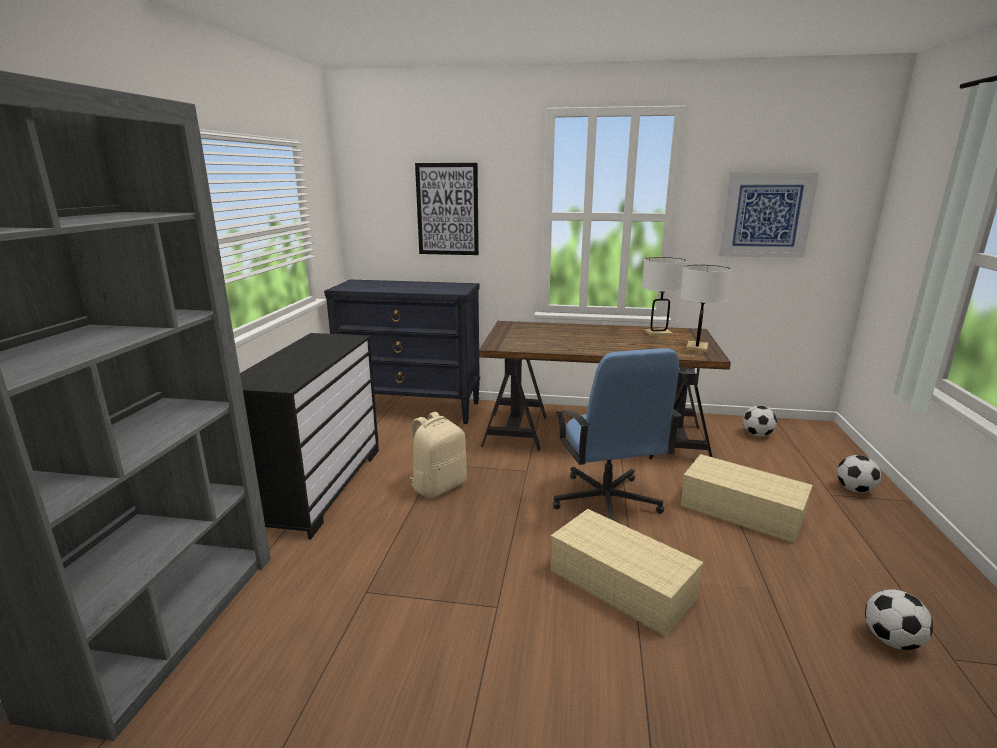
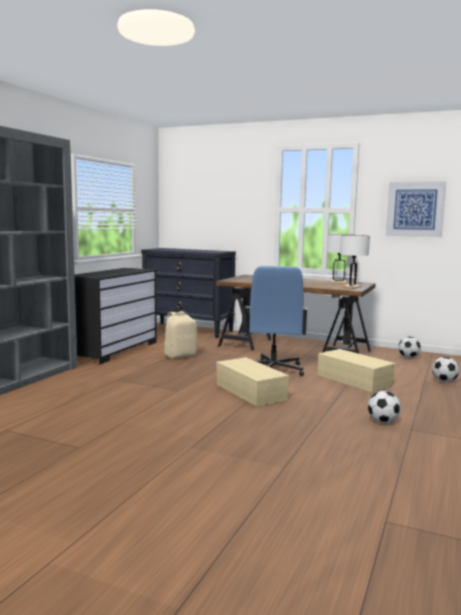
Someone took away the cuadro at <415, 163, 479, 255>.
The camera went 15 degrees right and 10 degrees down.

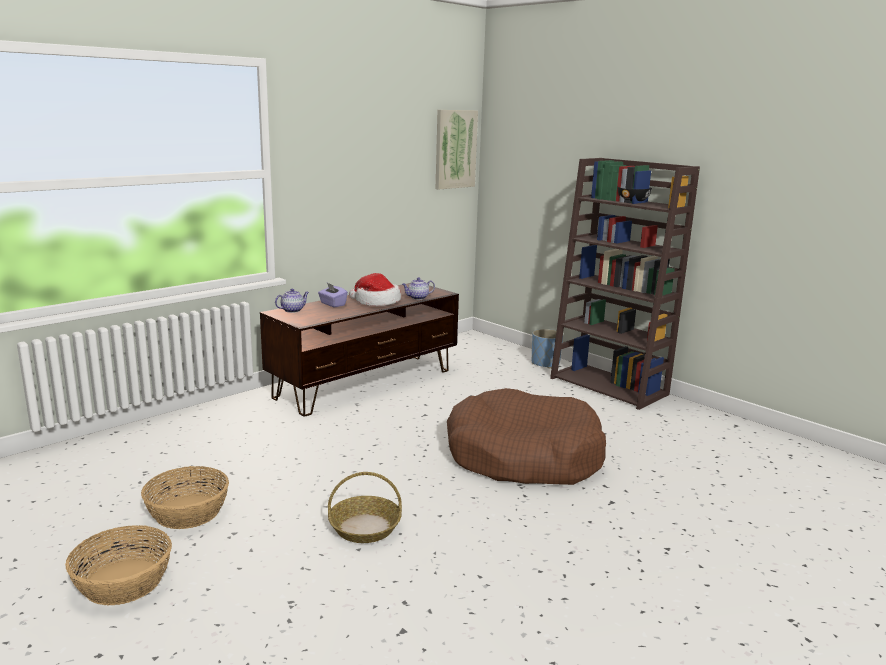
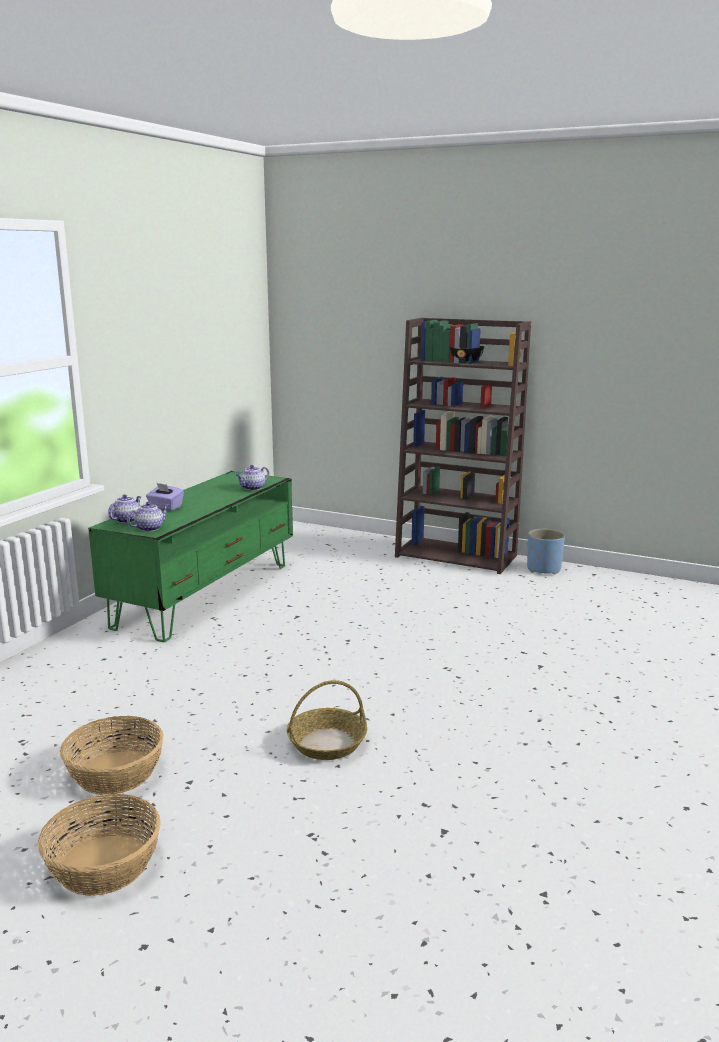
Someone repainted the mueble de televisión/marrón at <260, 283, 459, 417>, which became the mueble de televisión/verde at <88, 471, 293, 642>.
Someone put down the tetera at <127, 502, 169, 532>.
Someone carried the maceta/azul from <532, 329, 563, 369> to <527, 529, 565, 575>.
Someone took away the sombrero at <349, 273, 401, 306>.
Someone took away the cuadro at <436, 110, 478, 190>.
Someone took away the cama para perro/marrón at <447, 388, 606, 485>.
The camera went 20 degrees left and 0 degrees up.

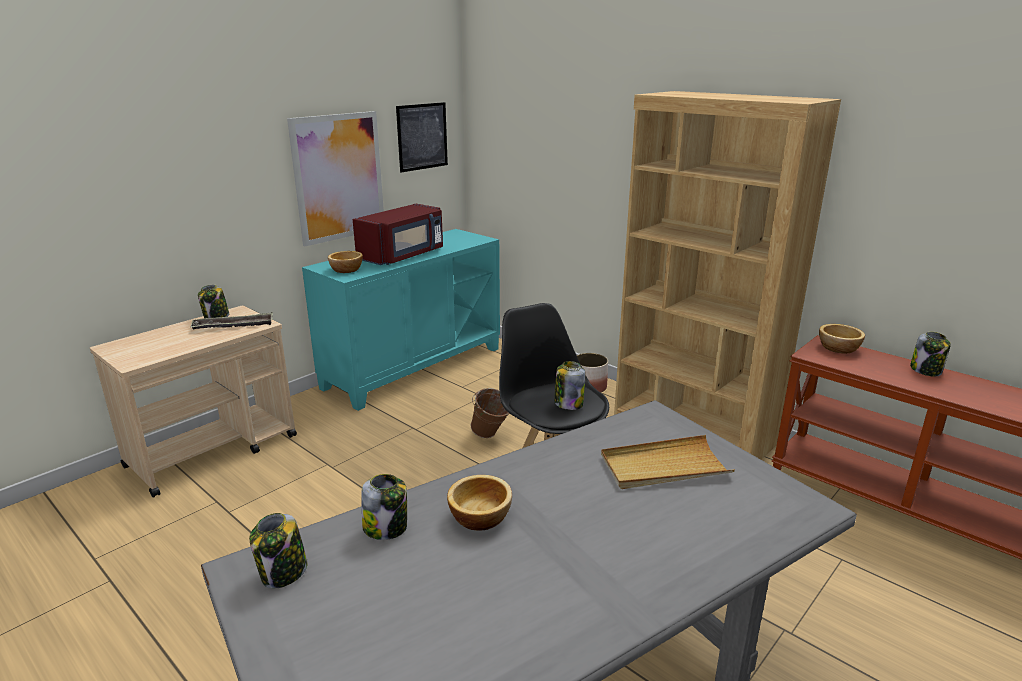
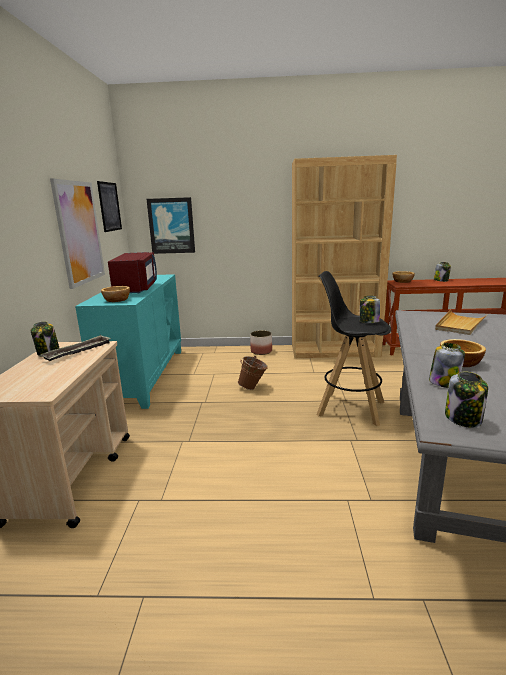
Someone put up the cuadro at <147, 197, 195, 254>.
The camera went 40 degrees left and 5 degrees down.

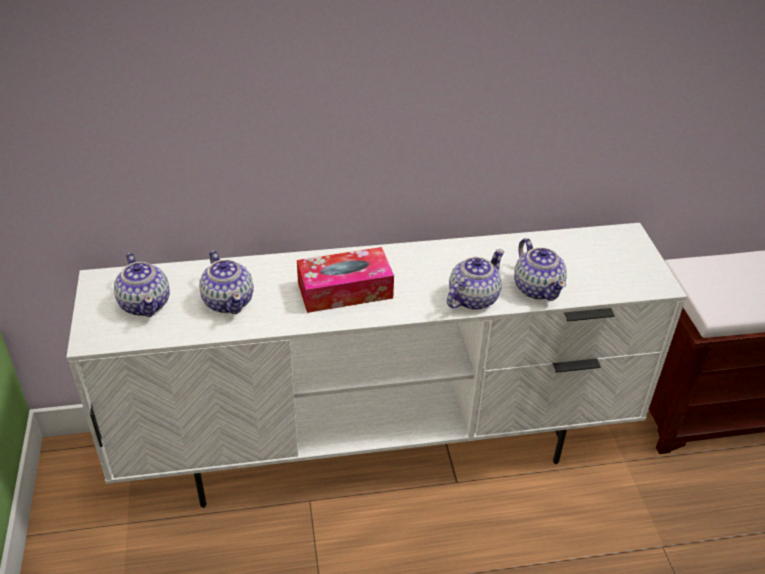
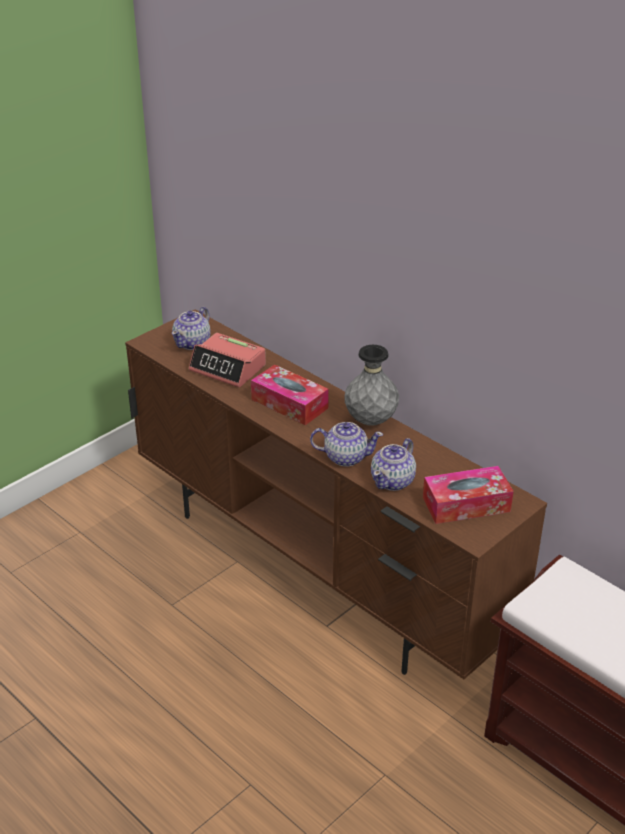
Someone repainted the mueble de televisión/blanco at <67, 223, 687, 508>, which became the mueble de televisión/marrón at <125, 309, 547, 679>.
Someone swapped the tetera at <199, 251, 254, 314> for the despertador at <189, 333, 266, 387>.
Someone put down the florero/gris at <344, 345, 399, 426>.
Someone put down the caja de pañuelos at <423, 466, 514, 524>.
The camera went 55 degrees right and 5 degrees down.

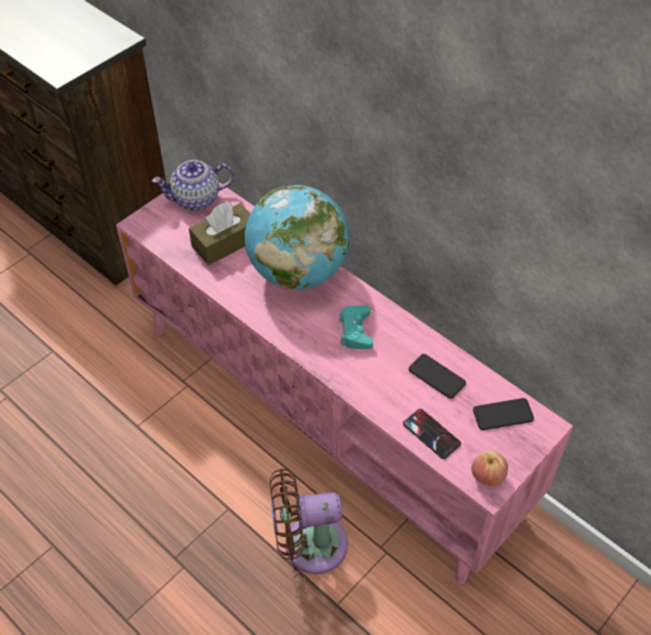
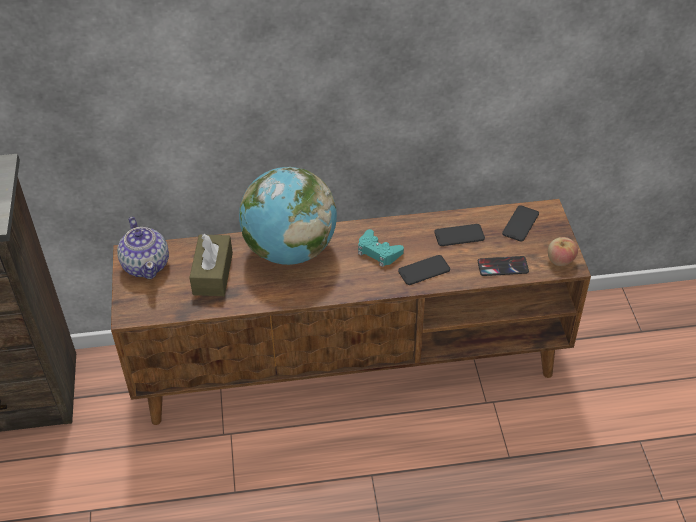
Someone repainted the mueble de televisión/rosa at <116, 182, 574, 584>, which became the mueble de televisión/marrón at <111, 199, 591, 425>.
Someone rotated the tetera at <152, 160, 234, 211> by 45 degrees counterclockwise.
Someone put down the móvil at <398, 255, 450, 285>.
Someone took away the ventilador/marrón at <270, 469, 348, 574>.
The camera went 50 degrees left and 5 degrees down.

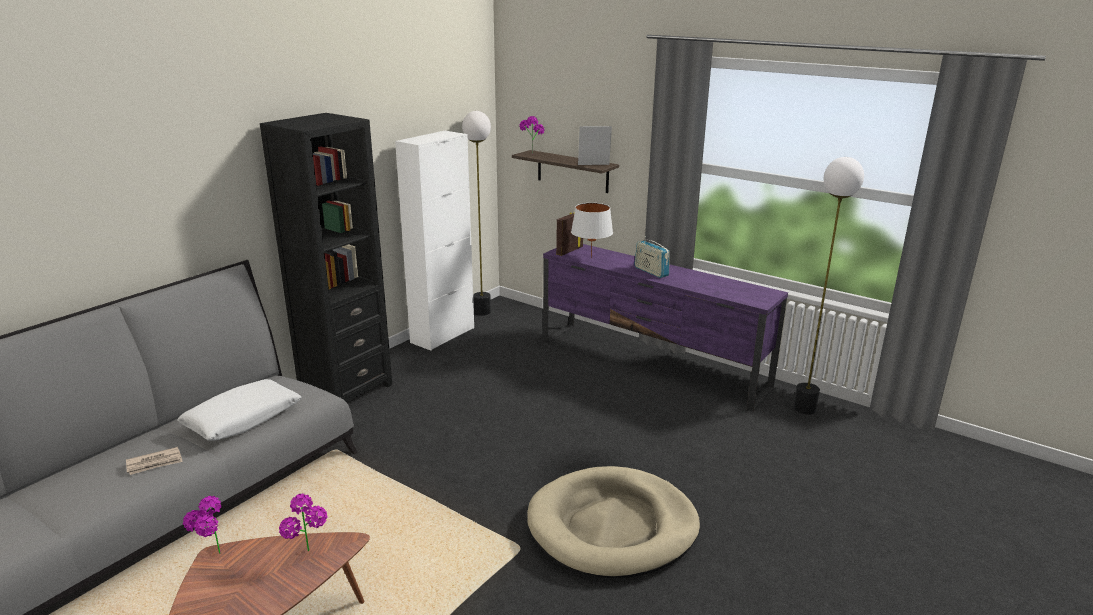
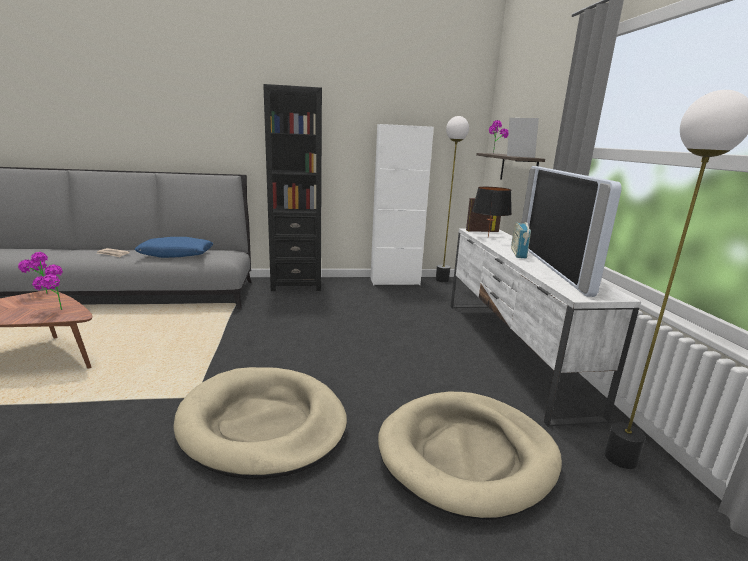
Someone repainted the cojín/blanco at <178, 379, 302, 441>, which became the cojín/azul at <134, 237, 213, 258>.
Someone put down the cama para perro/beis at <378, 392, 562, 520>.
Someone repainted the mueble de televisión/morado at <543, 244, 788, 411>, which became the mueble de televisión/blanco at <451, 228, 641, 427>.
Someone repainted the lámpara de mesa/blanco at <571, 203, 613, 258>, which became the lámpara de mesa/negro at <472, 187, 512, 237>.
Someone put down the televisor at <522, 166, 622, 297>.
The camera went 45 degrees right and 5 degrees down.

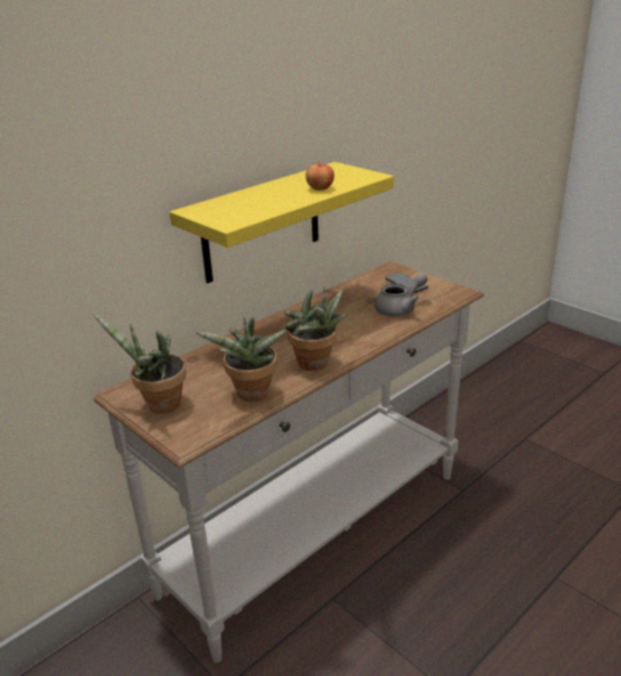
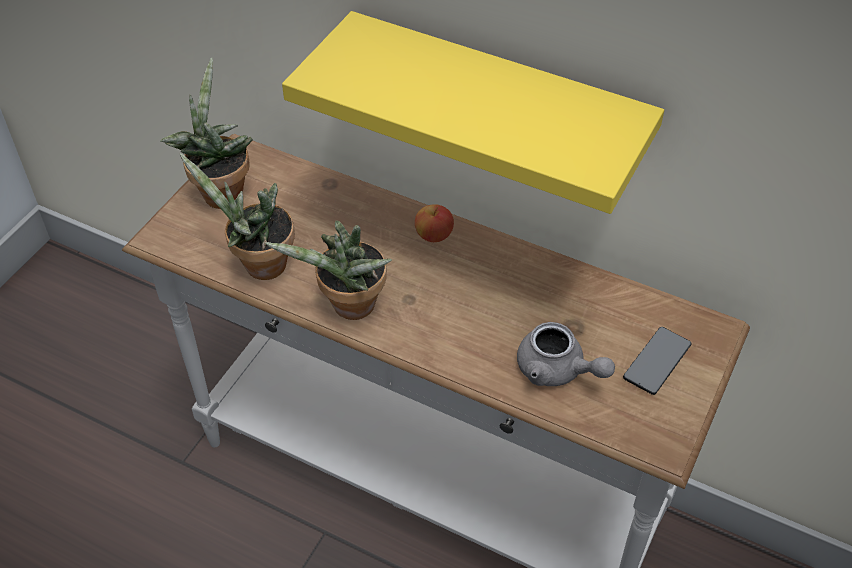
Someone carried the manzana from <306, 160, 334, 190> to <415, 204, 454, 242>.
The camera went 70 degrees right and 20 degrees up.

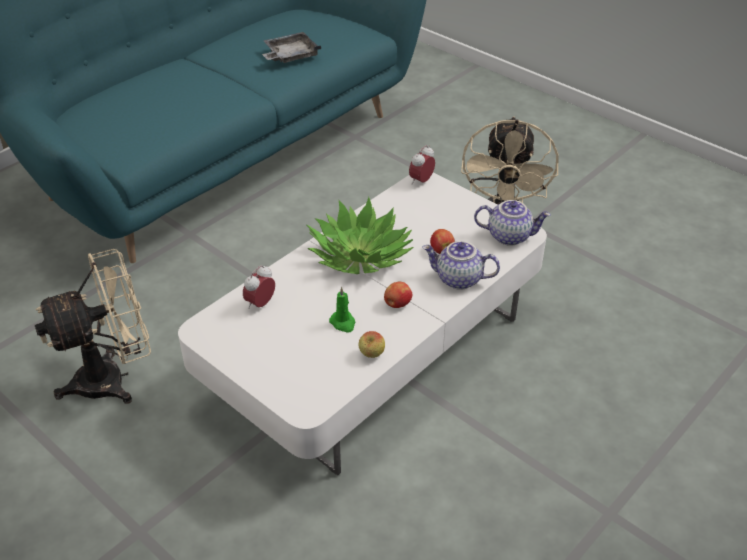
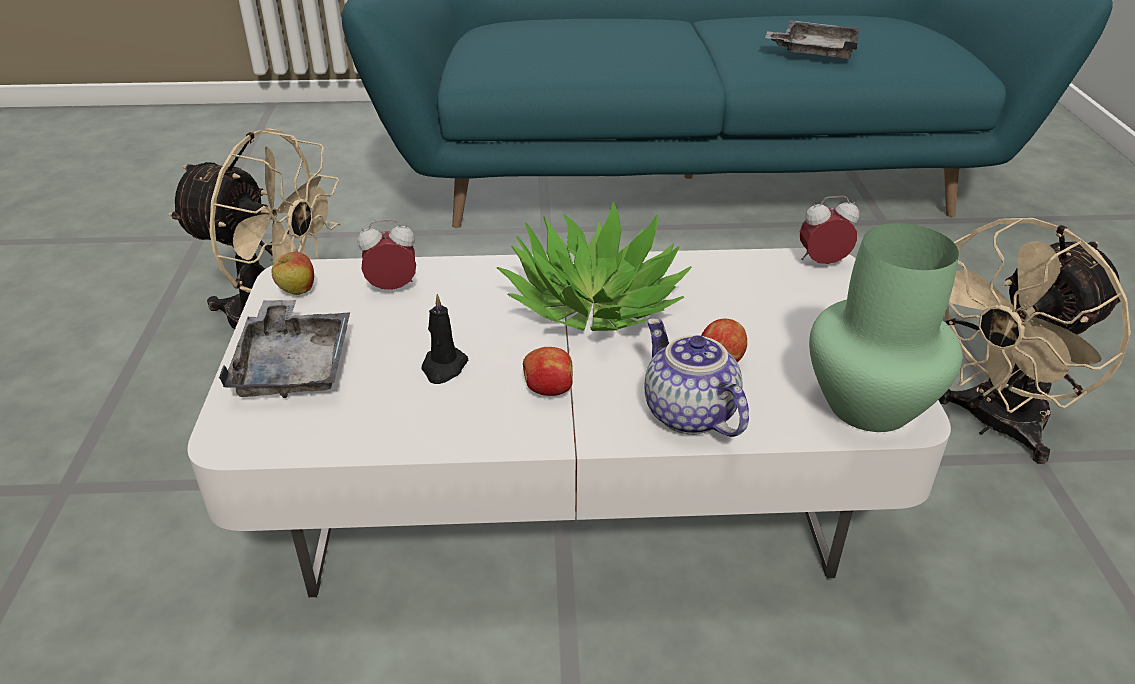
Someone put down the bandeja/gris at <219, 300, 350, 398>.
Someone carried the manzana from <358, 331, 385, 358> to <270, 252, 314, 295>.
Someone repainted the vela/verde at <329, 287, 355, 333>, which became the vela/negro at <421, 294, 468, 384>.
Someone swapped the tetera at <474, 200, 551, 246> for the florero/verde at <809, 223, 962, 432>.
The camera went 45 degrees right and 5 degrees down.

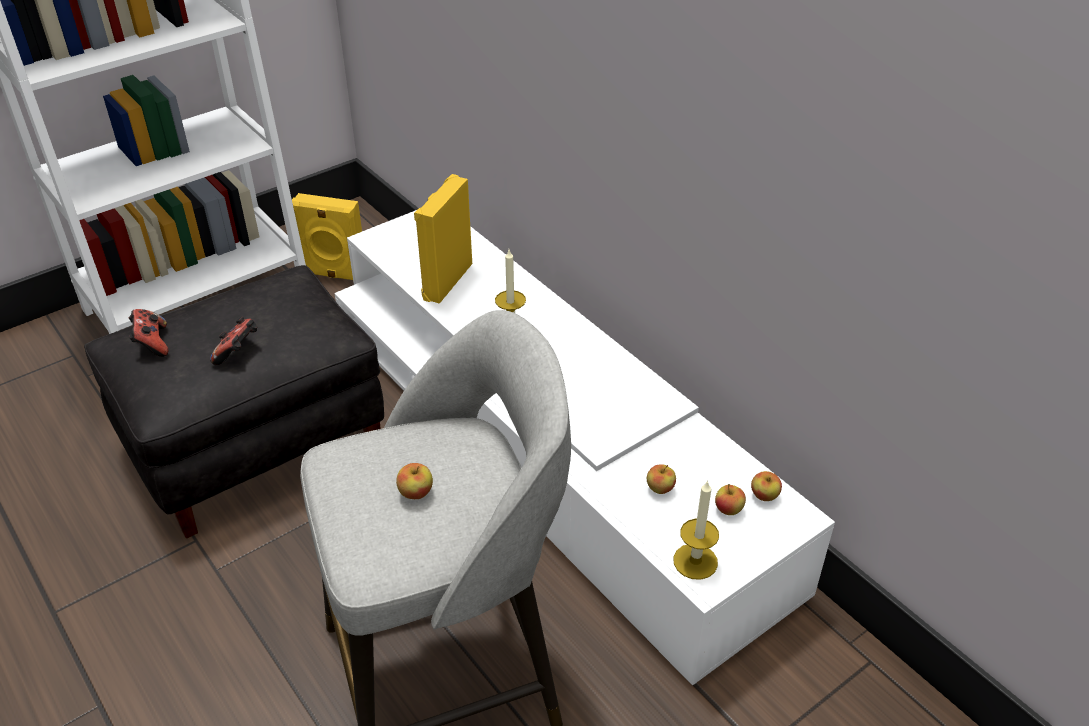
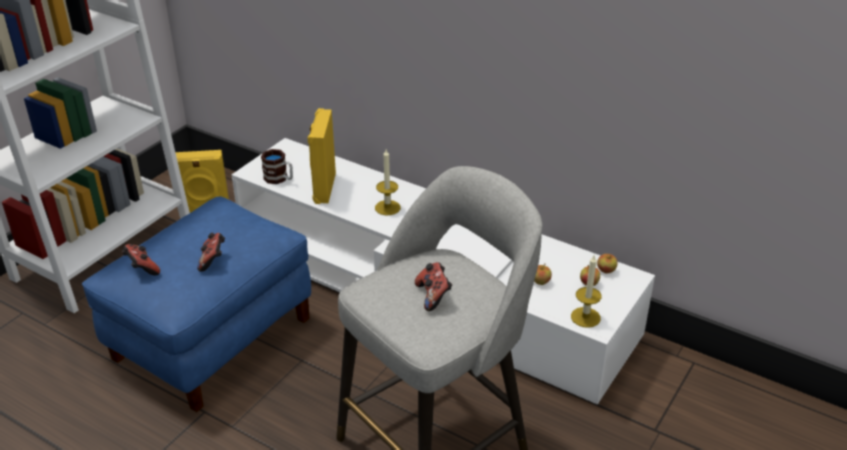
Someone repainted the puf/negro at <84, 265, 384, 538>, which became the puf/azul at <82, 196, 311, 412>.
Someone put down the taza grande at <261, 149, 293, 184>.
Someone swapped the manzana at <396, 463, 433, 499> for the mando de consola at <415, 262, 452, 311>.
The camera went 20 degrees left and 5 degrees down.

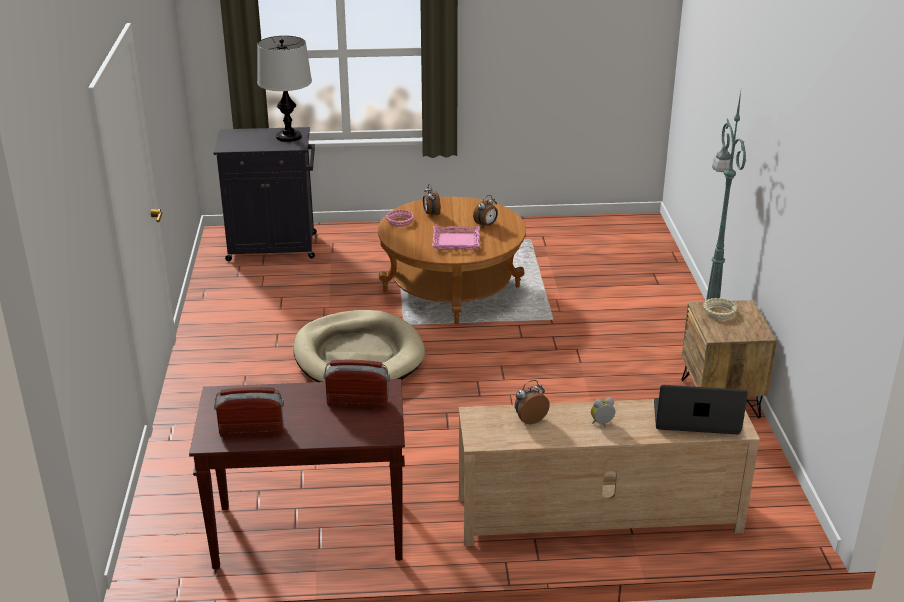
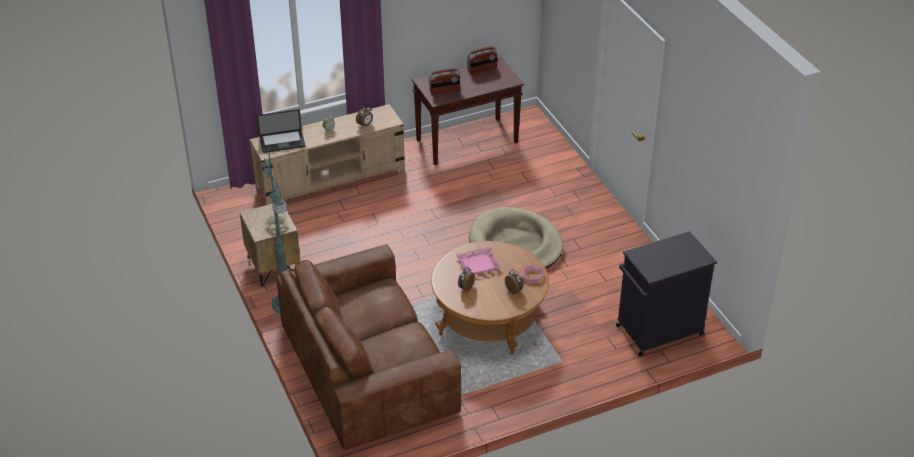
Someone put down the sofá/marrón at <276, 244, 461, 450>.
Someone took away the lámpara de mesa at <257, 36, 312, 142>.
The camera went 160 degrees right and 10 degrees up.

